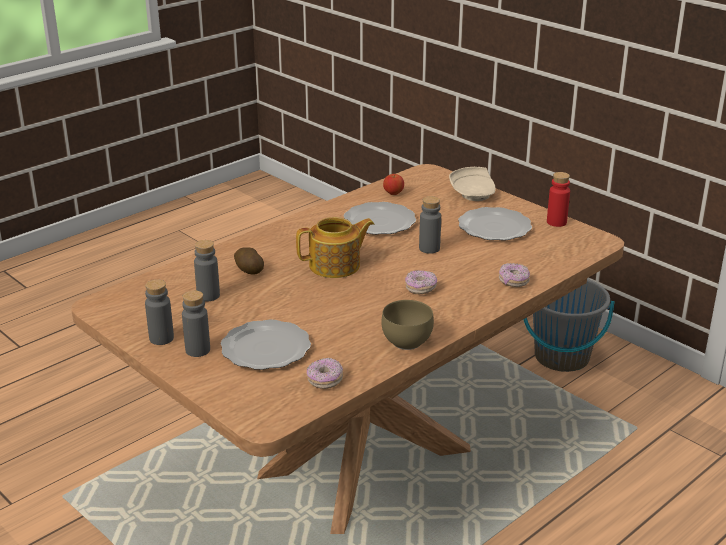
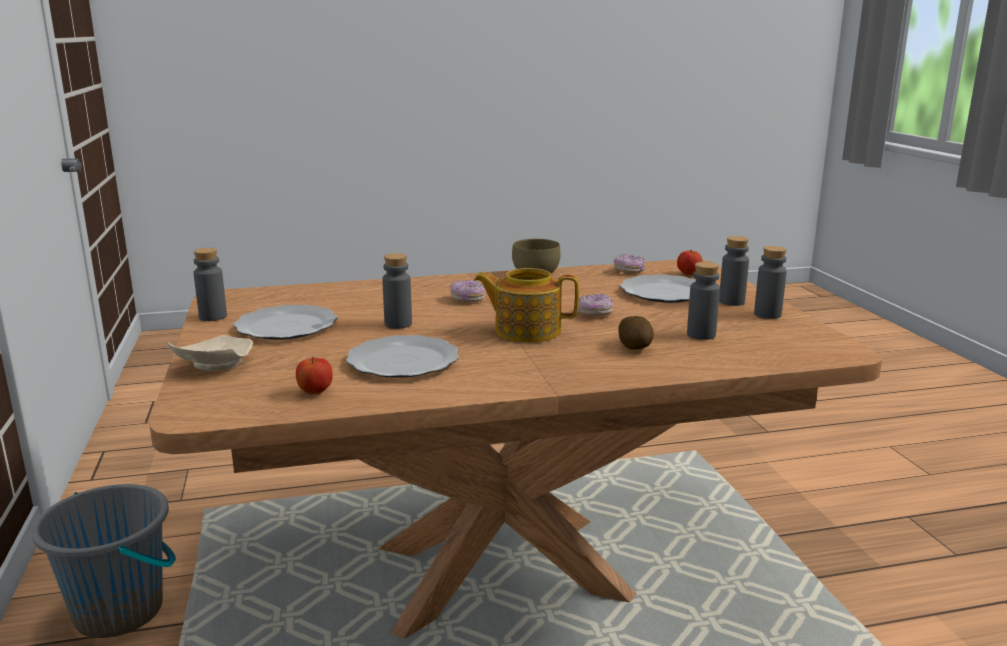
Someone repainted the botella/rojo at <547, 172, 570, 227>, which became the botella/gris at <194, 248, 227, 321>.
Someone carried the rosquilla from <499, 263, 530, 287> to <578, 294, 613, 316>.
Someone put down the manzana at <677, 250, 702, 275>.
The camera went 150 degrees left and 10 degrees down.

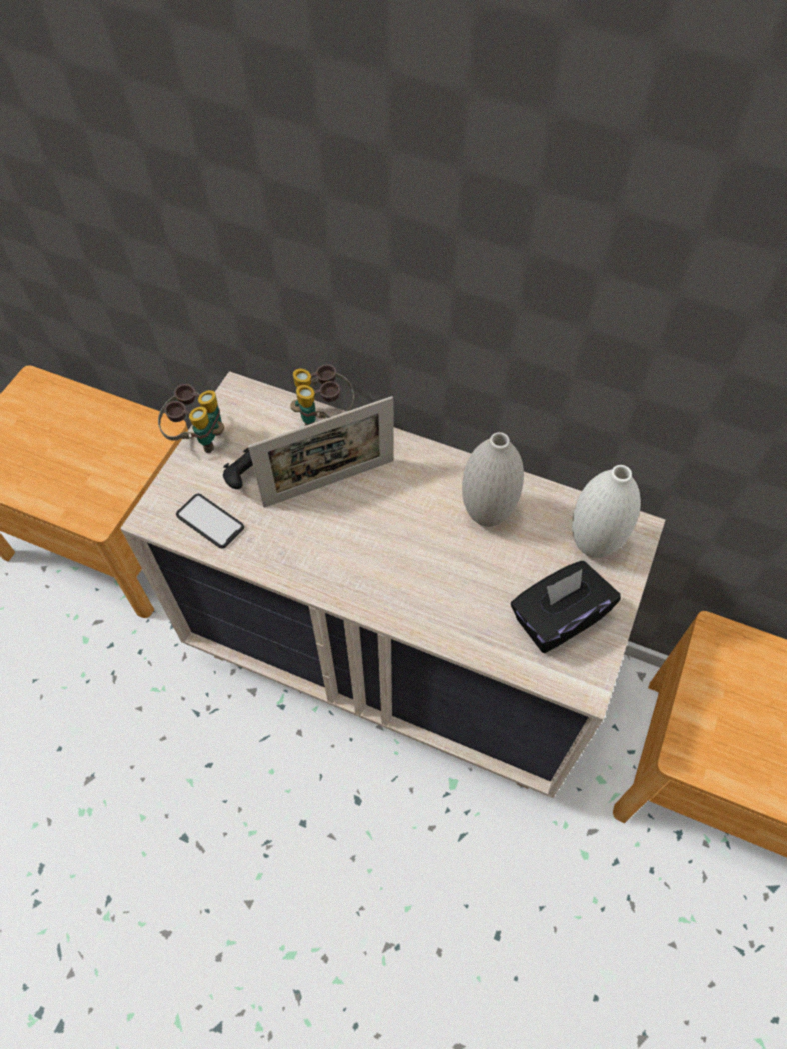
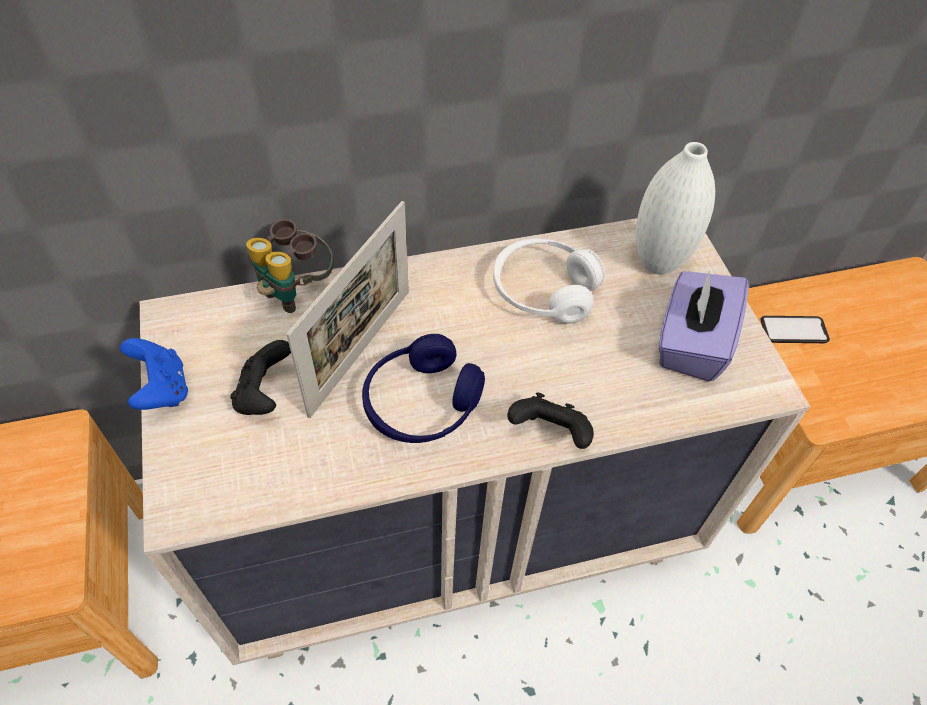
Someone swapped the prismáticos at <158, 384, 224, 453> for the mando de consola/azul at <120, 338, 188, 410>.
Someone put down the auriculares/azul at <362, 334, 485, 443>.
Someone swapped the florero/blanco at <462, 432, 524, 527> for the auriculares/blanco at <493, 238, 605, 324>.
Someone put down the mando de consola/negro at <507, 392, 594, 449>.
Someone repainted the caja de pañuelos/negro at <511, 561, 621, 653>, which became the caja de pañuelos/morado at <659, 269, 749, 381>.
Someone carried the móvil from <176, 494, 244, 549> to <760, 316, 830, 343>.
The camera went 40 degrees left and 5 degrees down.

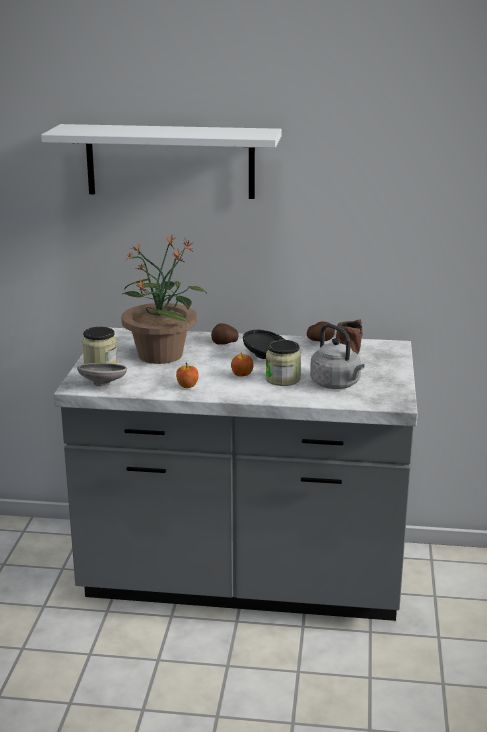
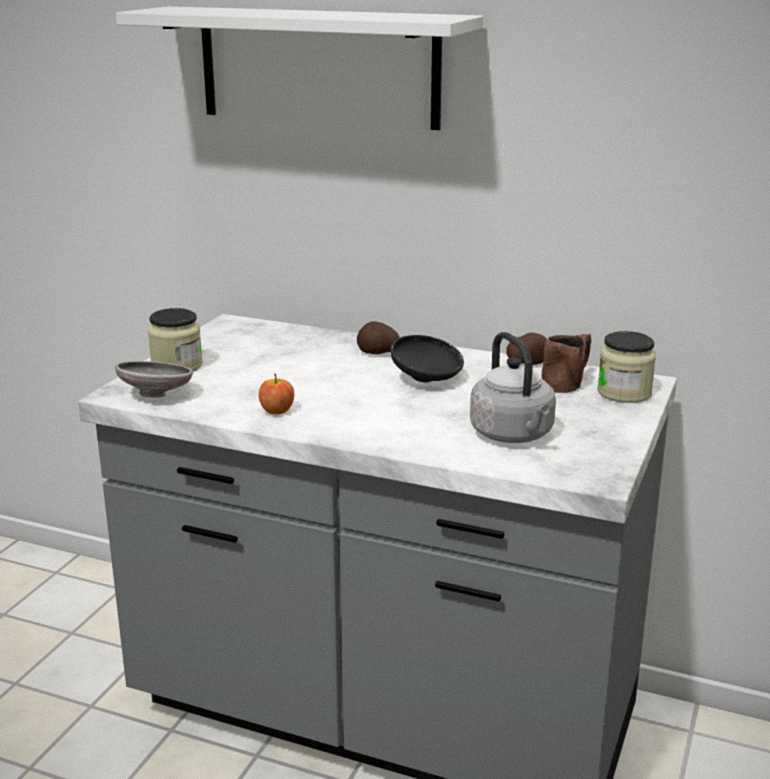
Someone carried the tarro from <266, 340, 301, 386> to <597, 331, 656, 403>.
Someone took away the planta en maceta at <121, 235, 207, 364>.
Someone took away the manzana at <231, 353, 253, 377>.
The camera went 15 degrees right and 0 degrees up.

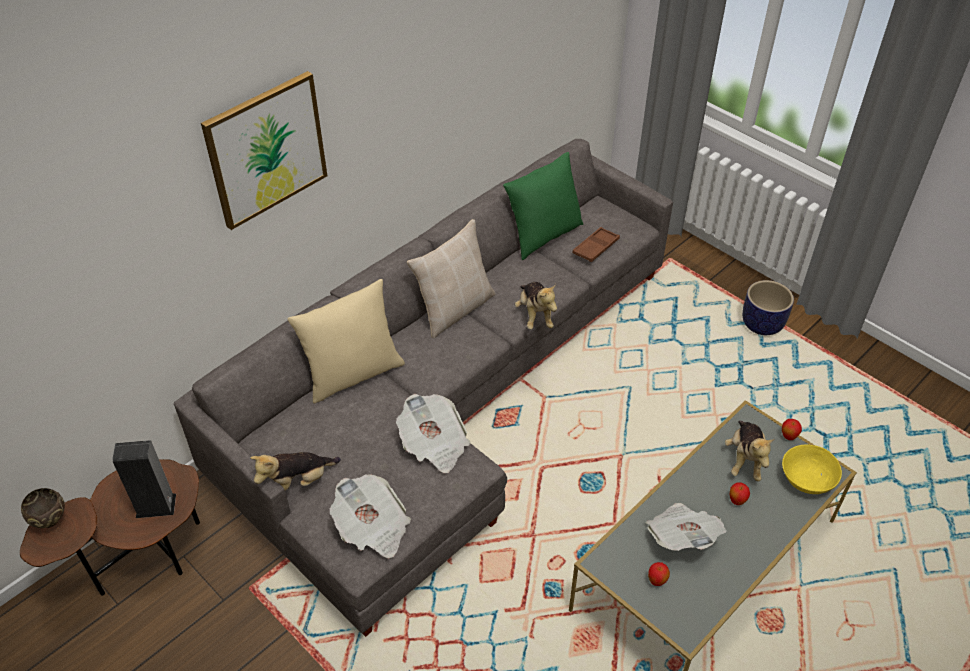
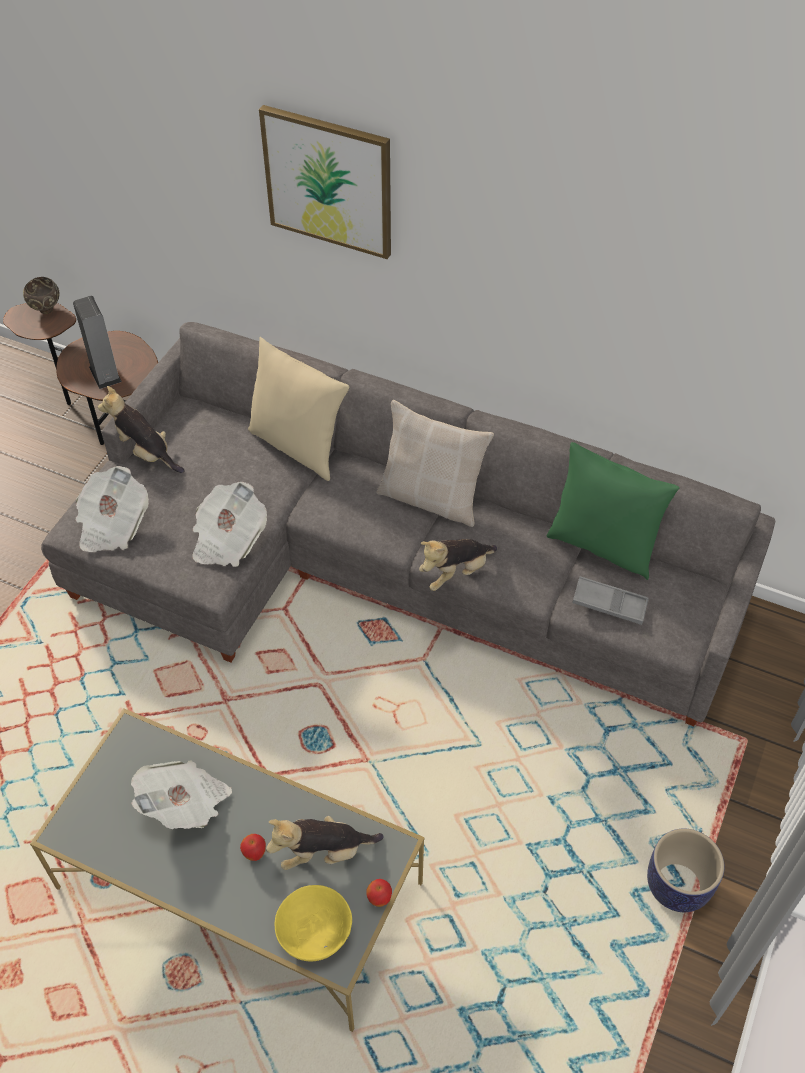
Someone repainted the bandeja/marrón at <572, 227, 620, 262>, which became the bandeja/gris at <572, 576, 649, 625>.
Someone took away the manzana at <648, 562, 670, 586>.
The camera went 70 degrees right and 5 degrees up.

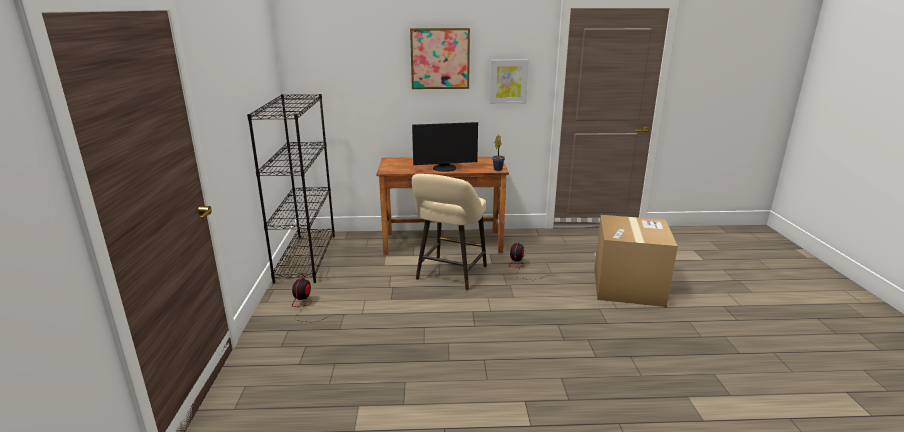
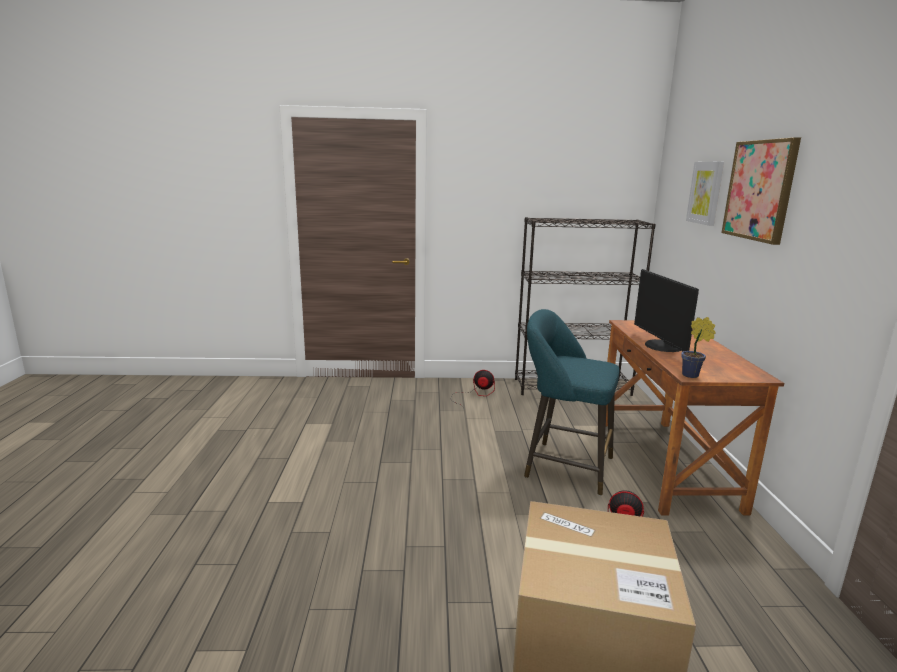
Someone repainted the taburete/beis at <412, 174, 487, 291>, which became the taburete/turquesa at <524, 309, 619, 496>.
Someone carried the cuadro from <490, 60, 529, 104> to <686, 162, 724, 226>.
The camera went 90 degrees right and 5 degrees down.

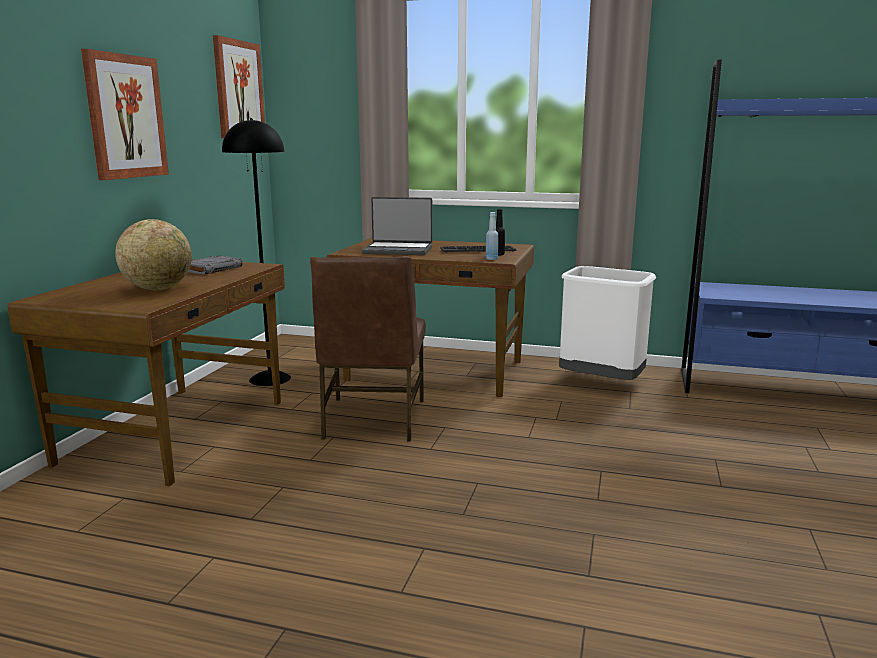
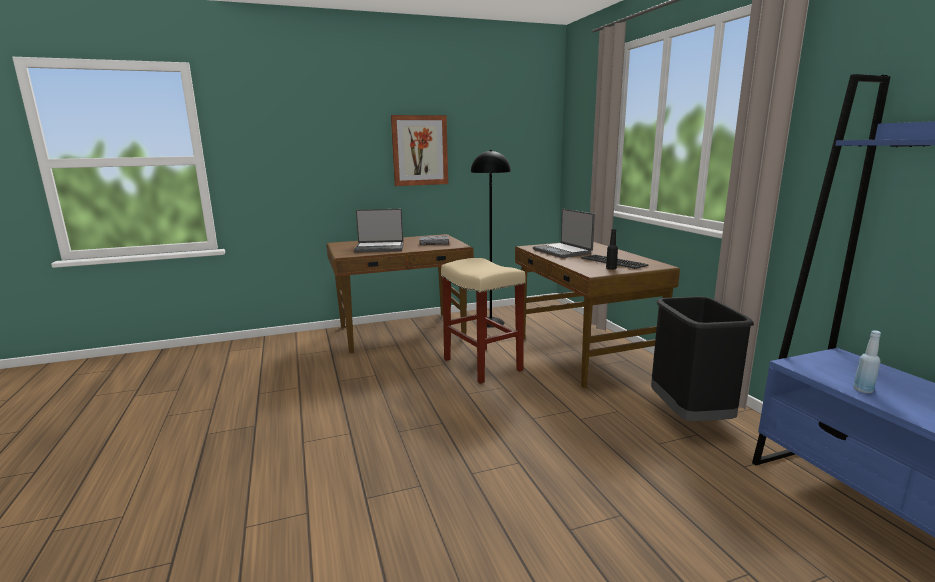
Someone swapped the globo terráqueo at <115, 219, 192, 290> for the portátil at <354, 209, 403, 253>.
Someone swapped the silla/marrón at <310, 256, 426, 442> for the taburete/beis at <441, 258, 526, 384>.
Someone repainted the papelera/blanco at <559, 266, 656, 380>, which became the papelera/negro at <651, 296, 754, 421>.
Someone carried the botella/azul from <486, 212, 498, 260> to <853, 330, 881, 393>.
Someone took away the cuadro at <213, 35, 265, 138>.
The camera went 55 degrees right and 0 degrees up.

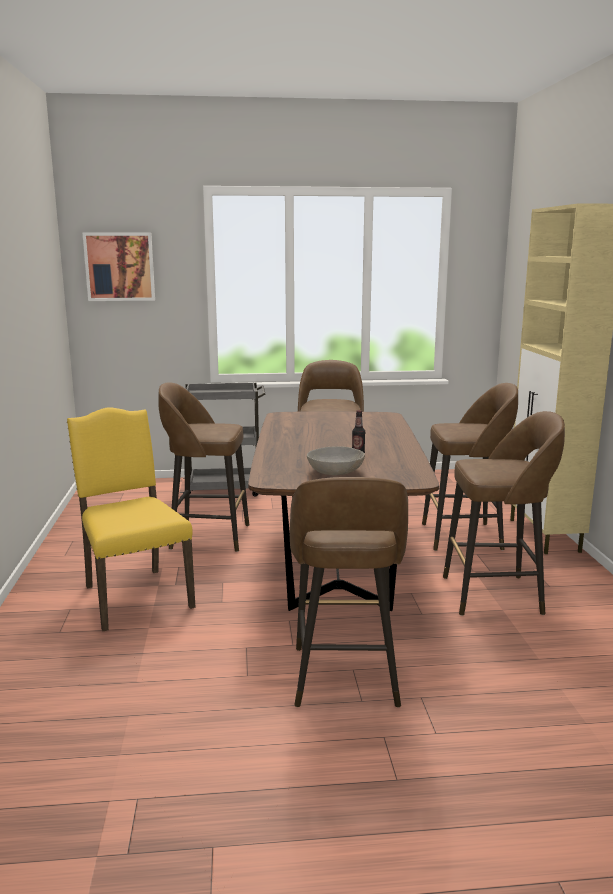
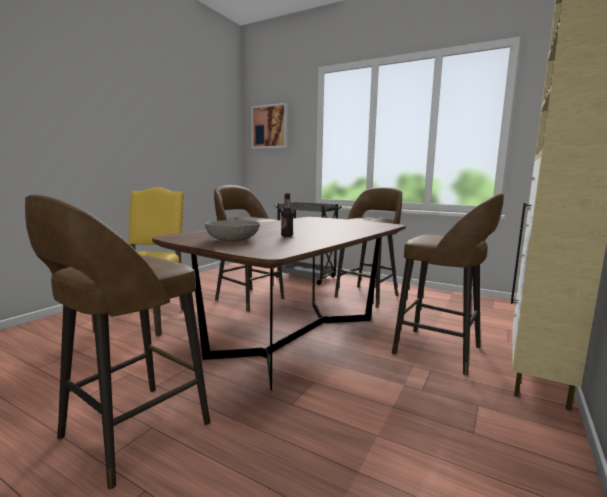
Someone took away the taburete/marrón at <443, 411, 565, 616>.
The camera went 35 degrees right and 5 degrees down.

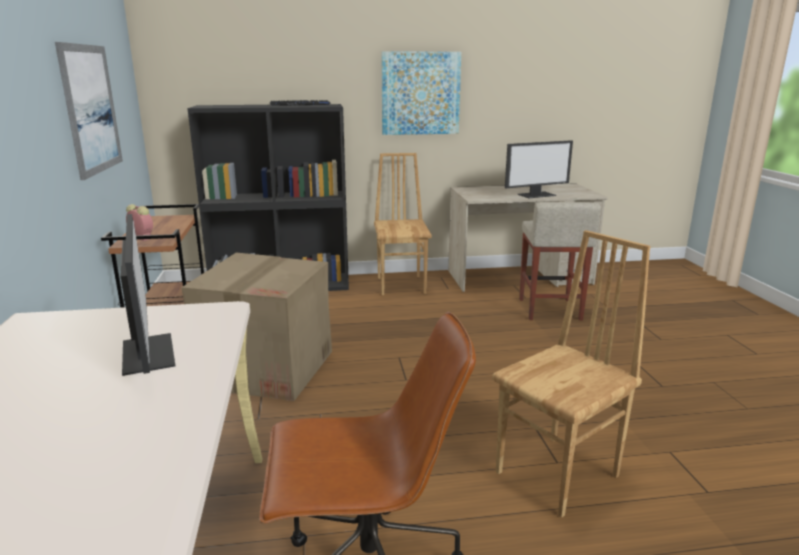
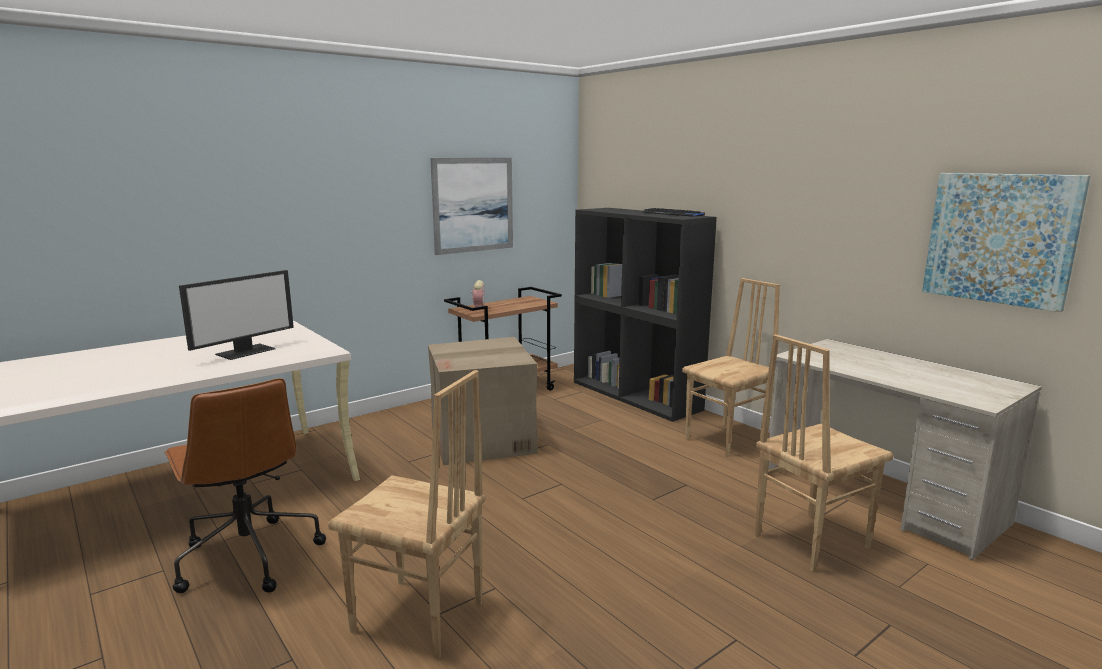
Someone swapped the taburete/beis at <519, 202, 601, 321> for the silla/marrón at <755, 334, 894, 572>.
Someone carried the cuadro from <381, 51, 461, 135> to <922, 173, 1091, 312>.
Someone took away the monitor at <505, 140, 573, 198>.
The camera went 60 degrees right and 5 degrees down.

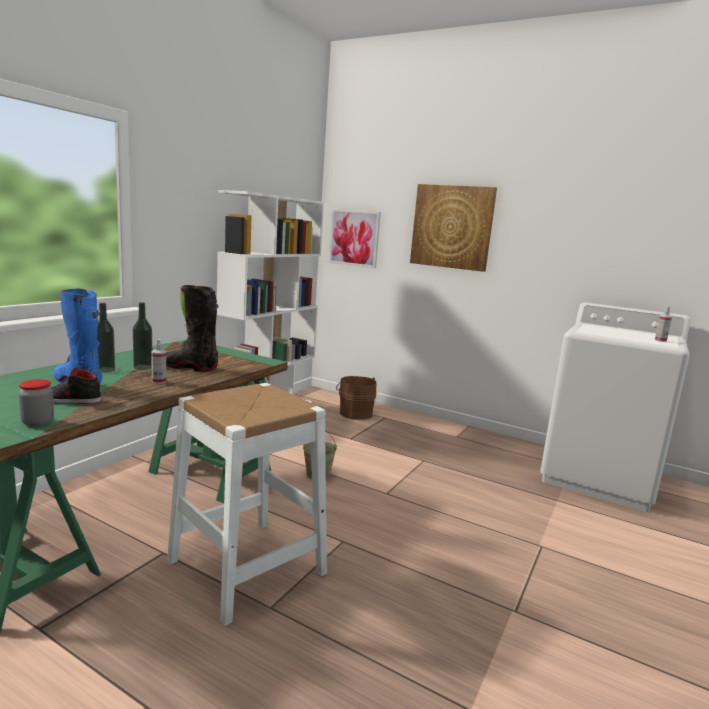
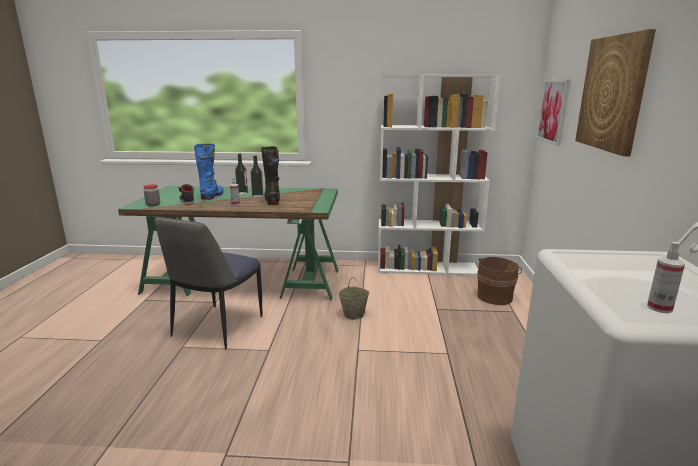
Someone swapped the taburete/blanco at <167, 383, 327, 626> for the silla at <155, 217, 262, 350>.
The camera went 65 degrees right and 5 degrees up.

